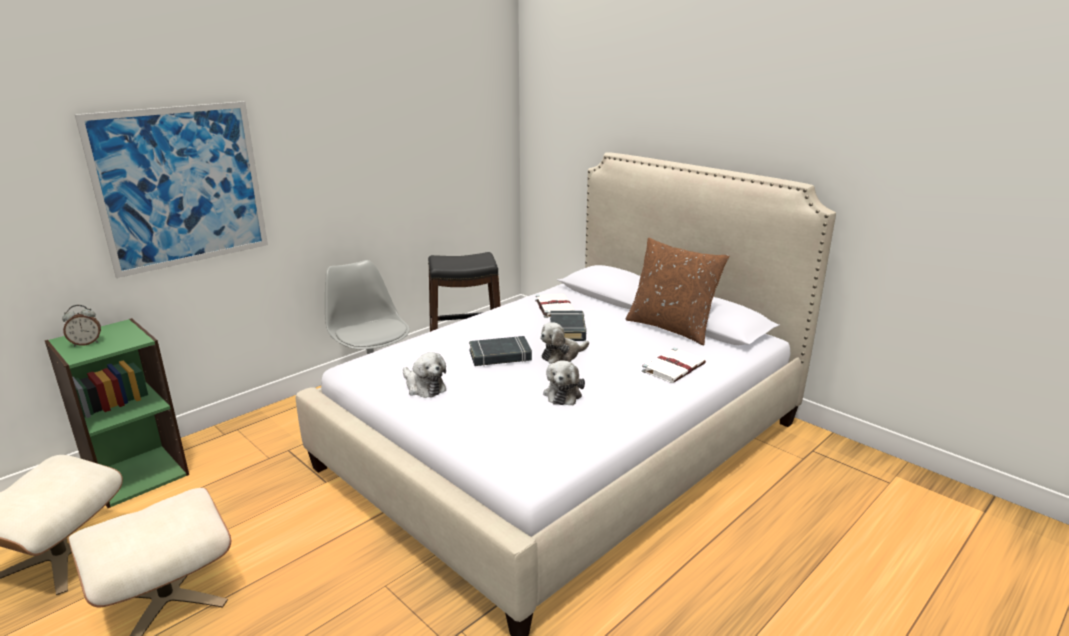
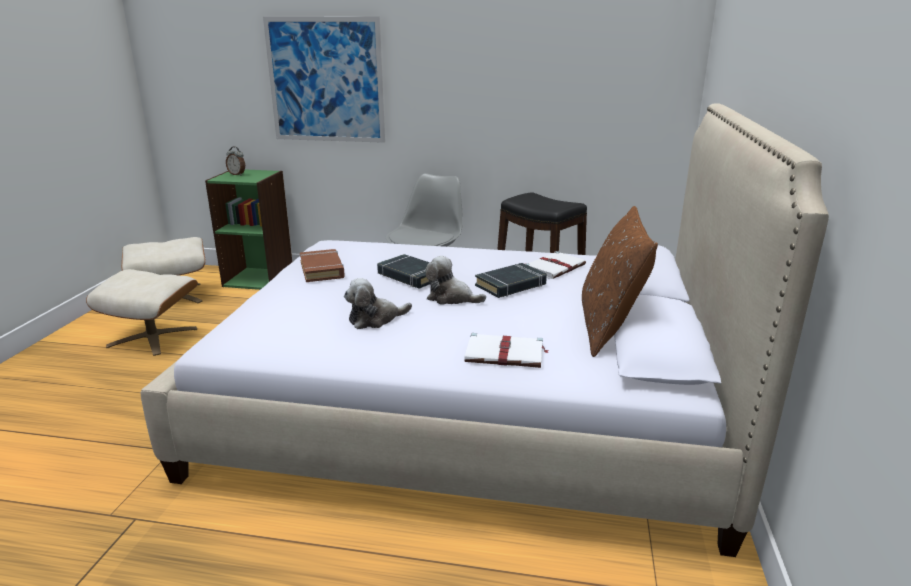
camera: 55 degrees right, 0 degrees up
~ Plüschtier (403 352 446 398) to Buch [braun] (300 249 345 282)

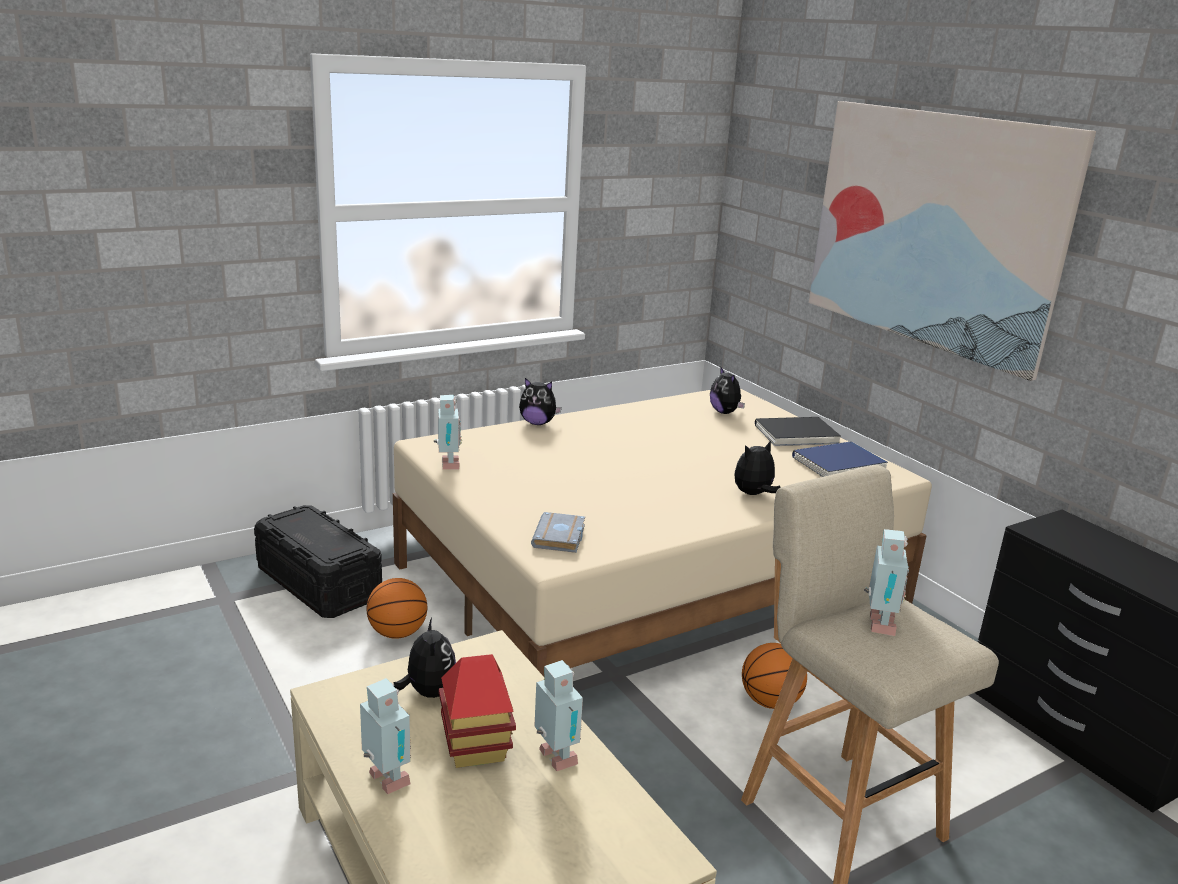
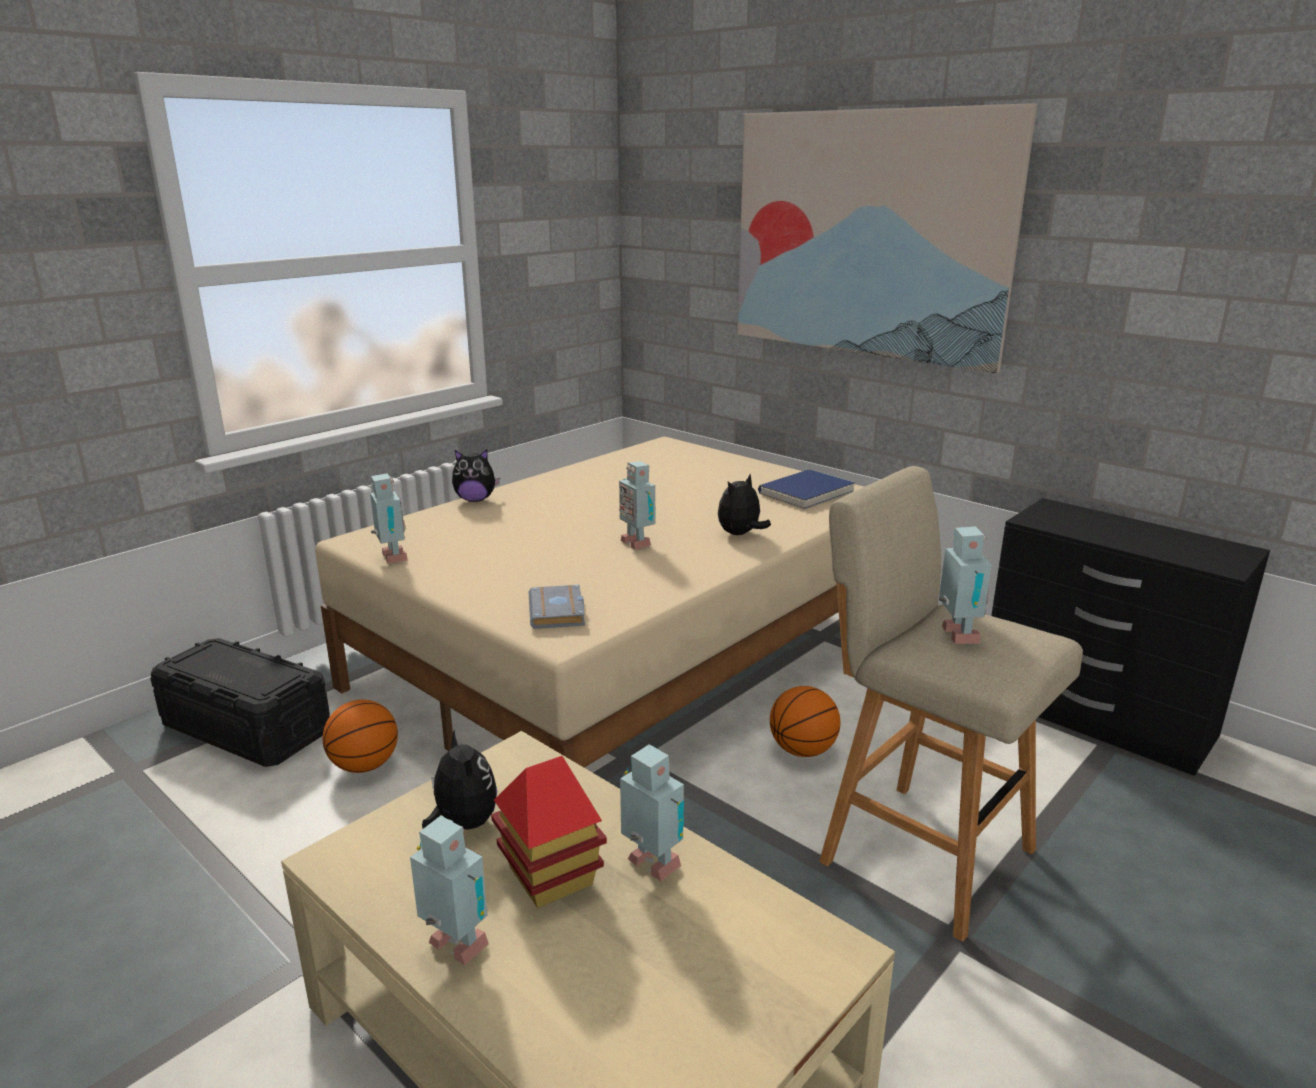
camera: 15 degrees left, 0 degrees up
- Plüschtier (710 366 745 414)
- Buch [schwarz] (755 417 841 446)
+ Spielzeugroboter (619 461 655 550)

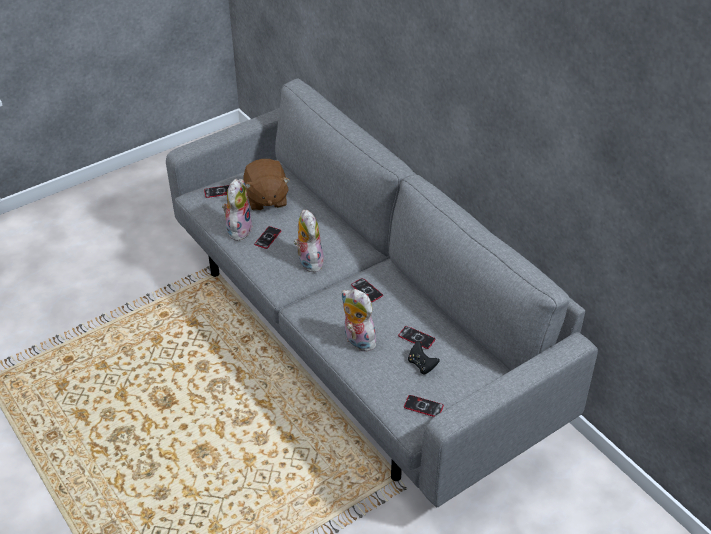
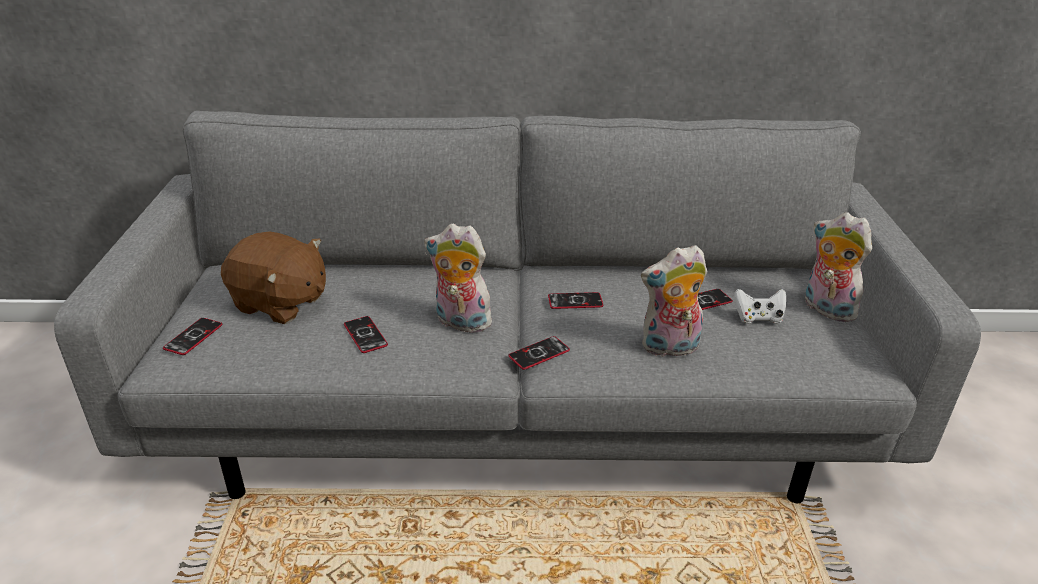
camera: 55 degrees left, 10 degrees down
~ Plüschtier (222 179 253 241) to (805 212 872 322)
~ Handy (404 395 444 417) to (508 336 570 370)
~ Gamepad [schwarz] (408 341 440 375) to Gamepad [weiß] (735 289 786 324)

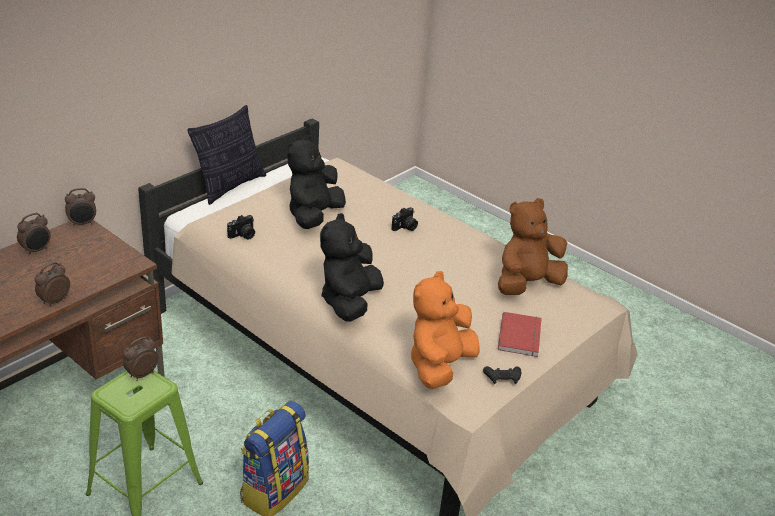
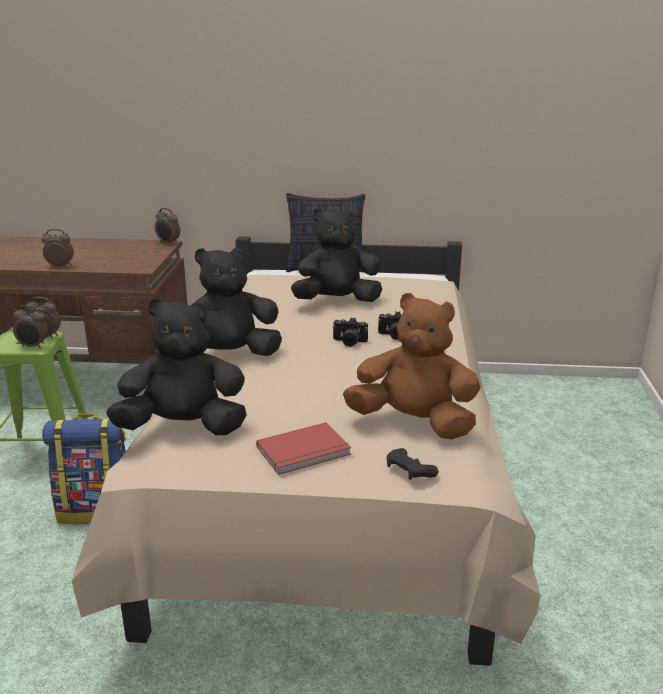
camera: 55 degrees right, 10 degrees down
~ Wecker (17 213 51 255) to (13 305 48 349)
~ Kamera (227 215 255 240) to (332 317 368 347)
~ Gamepad [schwarz] (483 366 521 384) to (386 448 438 480)
~ Plüschtier [orange] (411 271 480 389) to Plüschtier [schwarz] (106 298 247 435)

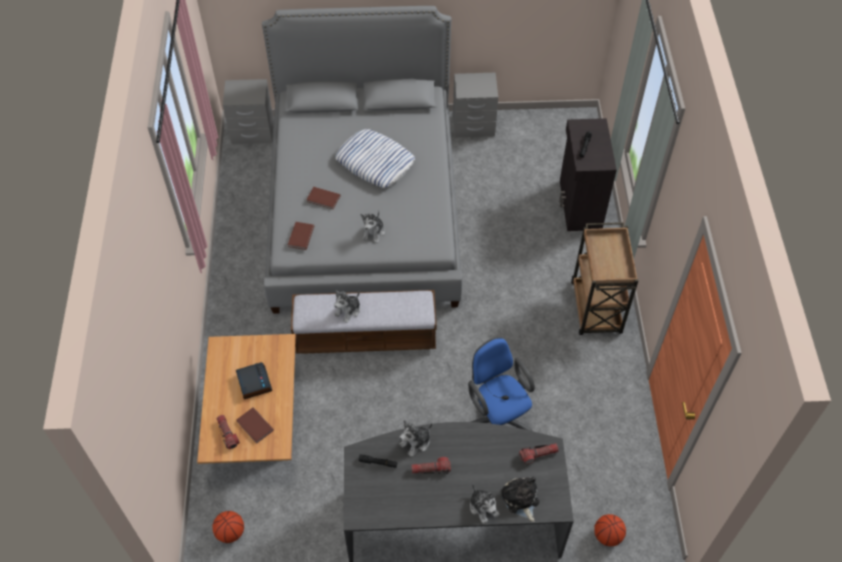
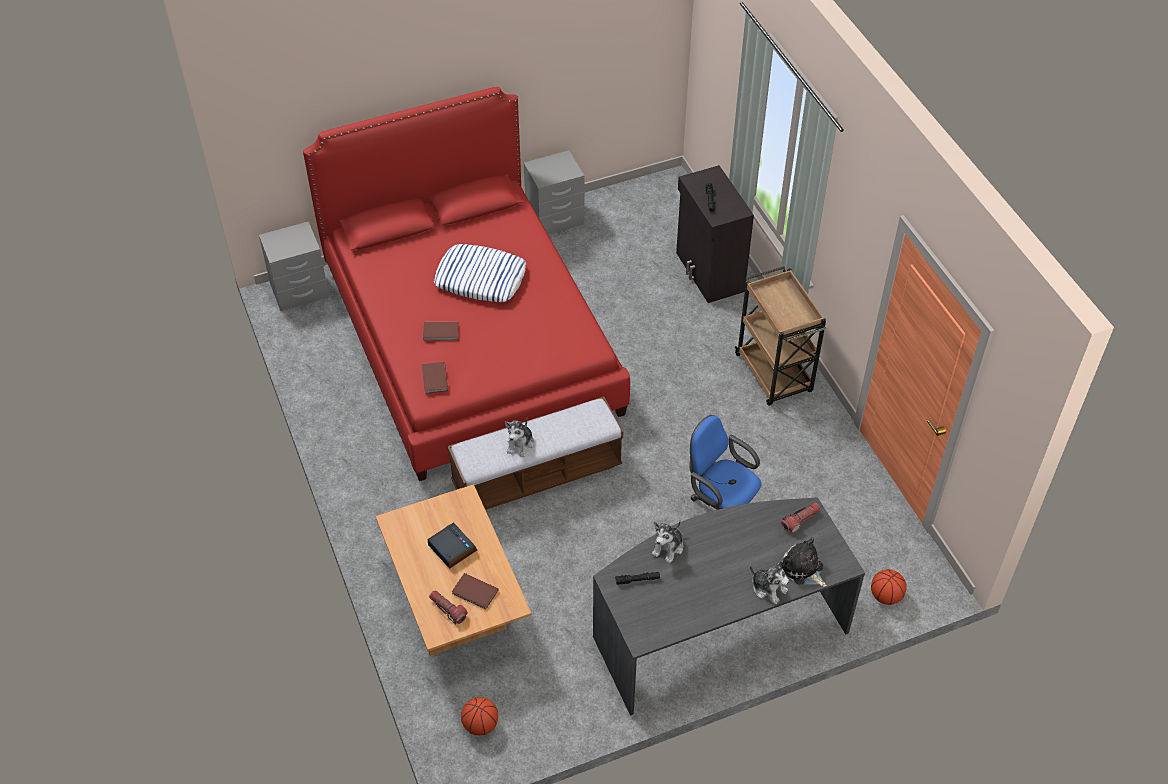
camera: 20 degrees left, 5 degrees down
- Plüschtier (361 211 385 243)
- Taschenlampe (411 457 451 474)
~ Bett [grau] (262 6 462 314) to Bett [rot] (303 87 630 481)

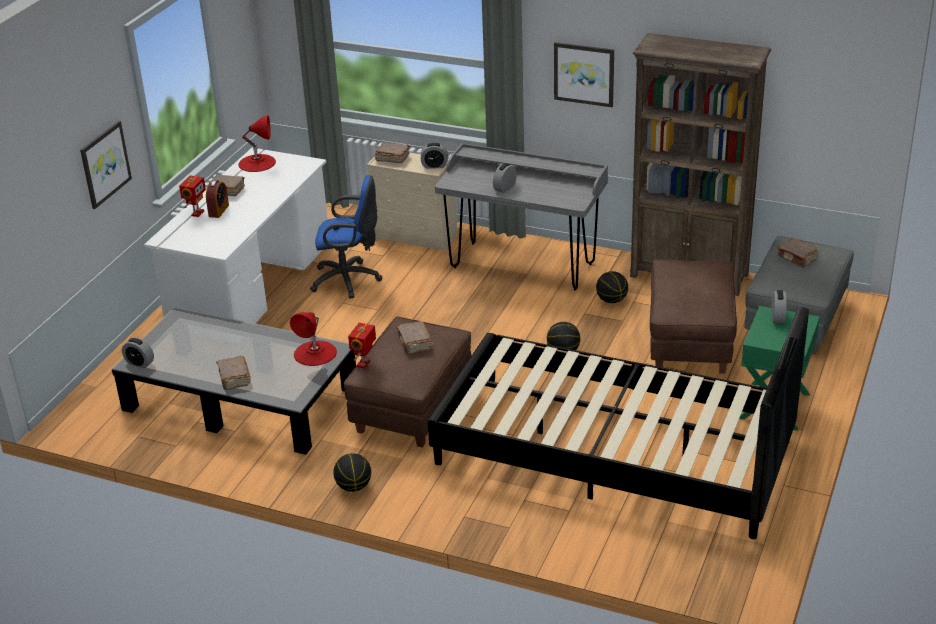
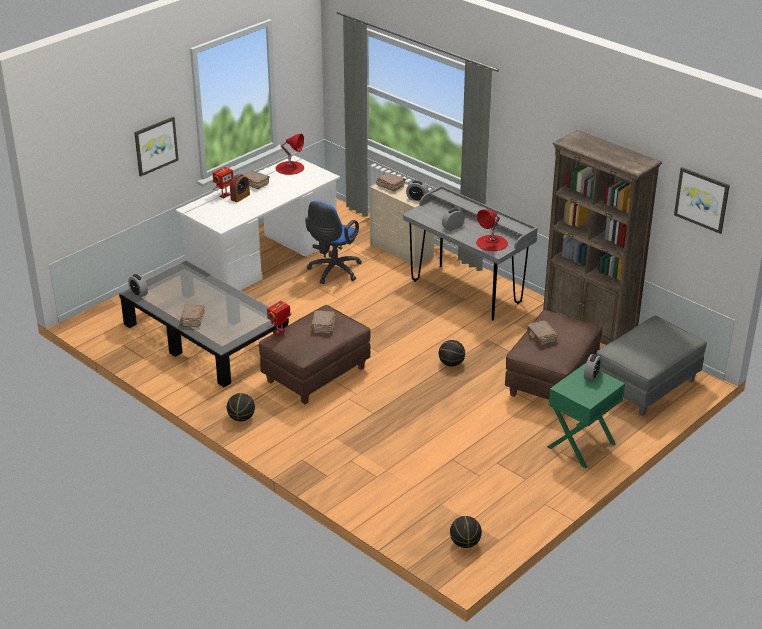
camera: 20 degrees right, 0 degrees up
- Bett [schwarz] (428 307 809 539)
~ Tischlampe [rot] (290 312 337 366) to (476 209 508 251)
~ Bild (554 42 614 107) to (674 167 730 234)
~ Basketball (596 271 628 303) to (450 516 482 548)
~ Buch [braun] (777 238 819 268) to (526 320 558 346)
~ Bürostuhl [blau] (310 175 382 298) = (305 201 362 284) 90 degrees clockwise

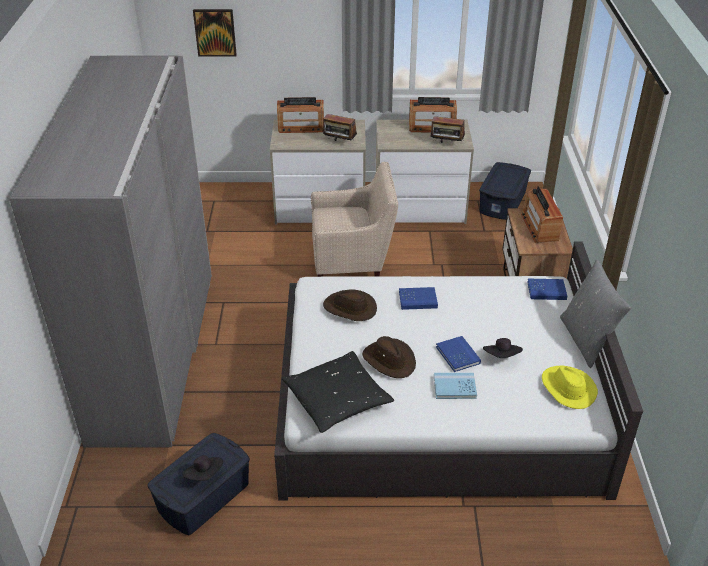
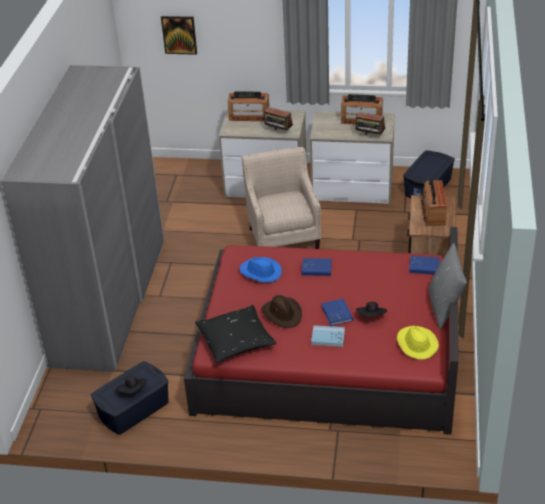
camera: 10 degrees right, 0 degrees up
~ Bett [weiß] (274 242 643 501) to Bett [rot] (184 227 458 435)
~ Hut [braun] (323 289 377 321) to Hut [blau] (239 257 282 283)
~ Sessel [beige] (311 162 398 277) = (242 147 321 249) 105 degrees counterclockwise

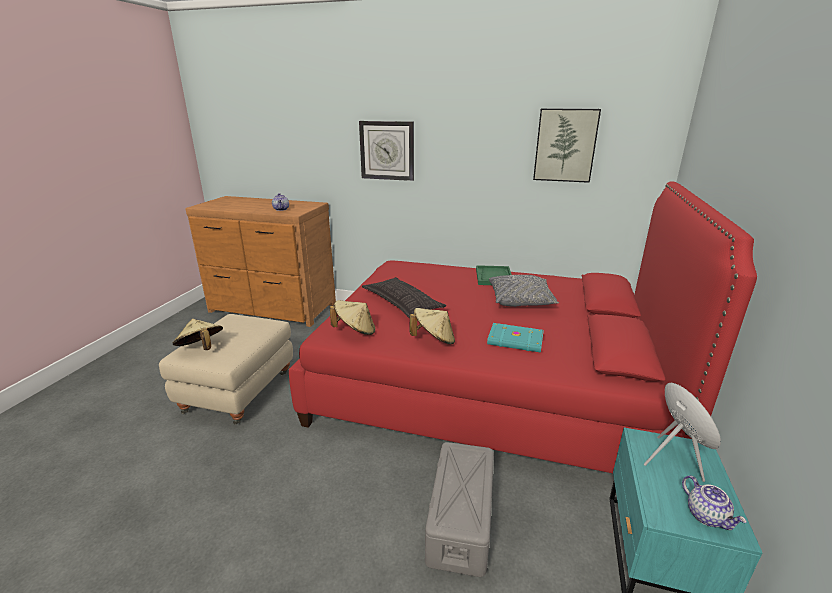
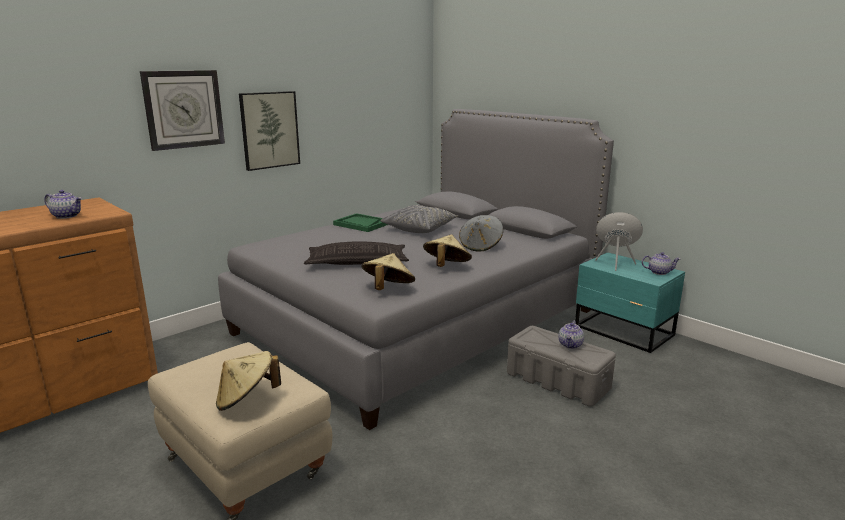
camera: 60 degrees left, 5 degrees down
+ Teekanne (558 321 584 349)
~ Bild (533 108 601 183) to (239 91 300 171)
~ Buch [türkis] (487 323 544 353) to Hut [grau] (459 215 503 252)
~ Bett [rot] (289 181 757 473) to Bett [grau] (218 109 614 430)

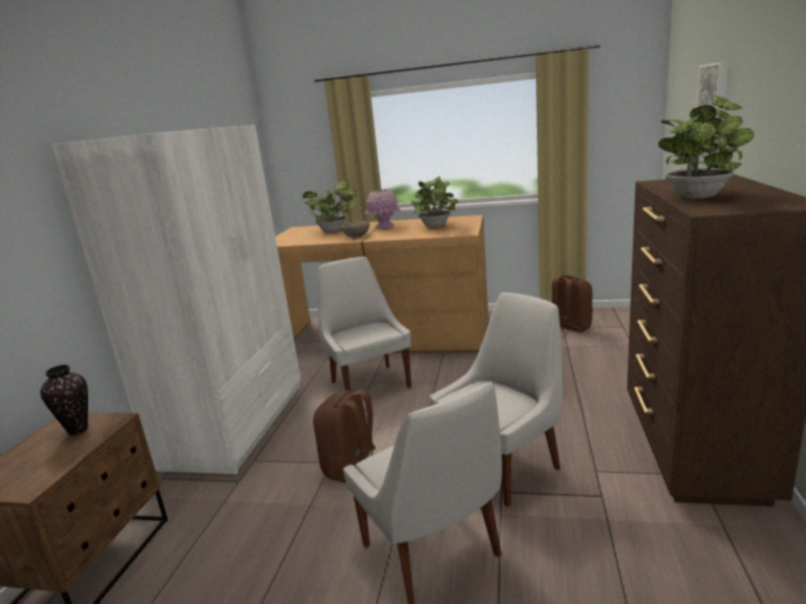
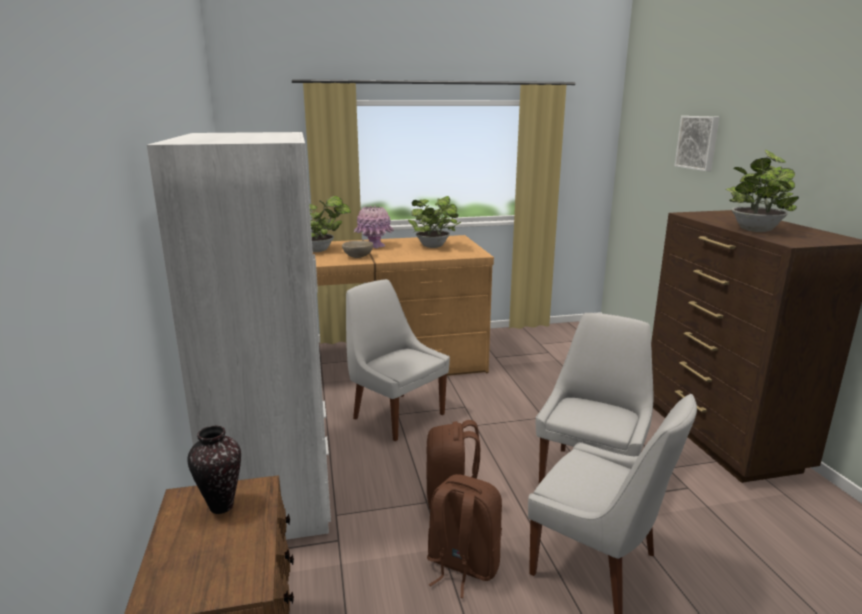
camera: 25 degrees left, 0 degrees up
~ Rucksack [braun] (552 275 593 335) to (427 474 502 598)

